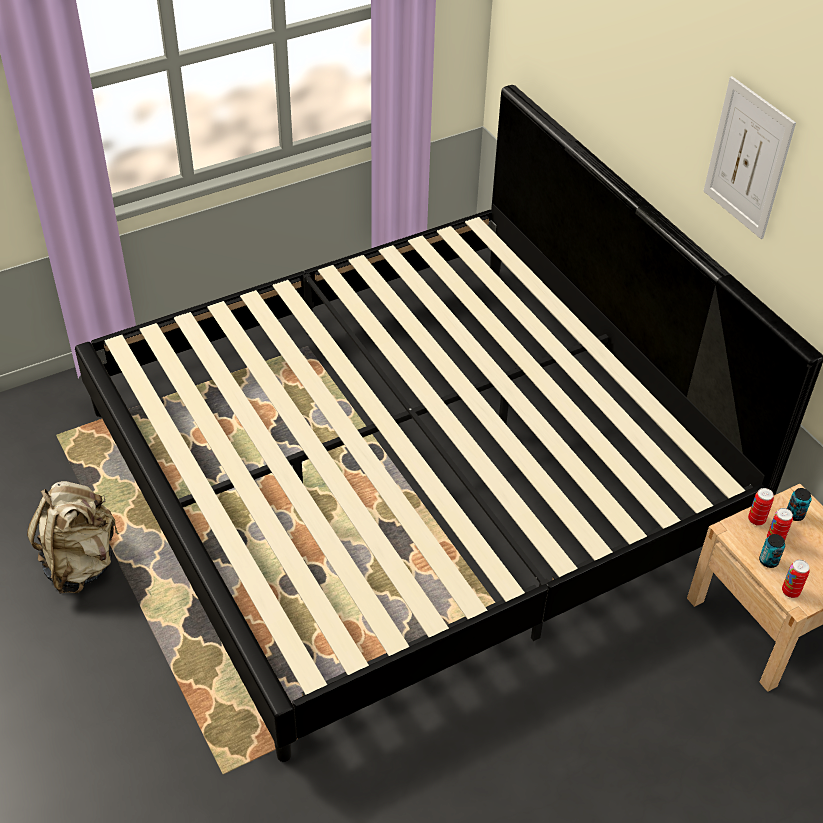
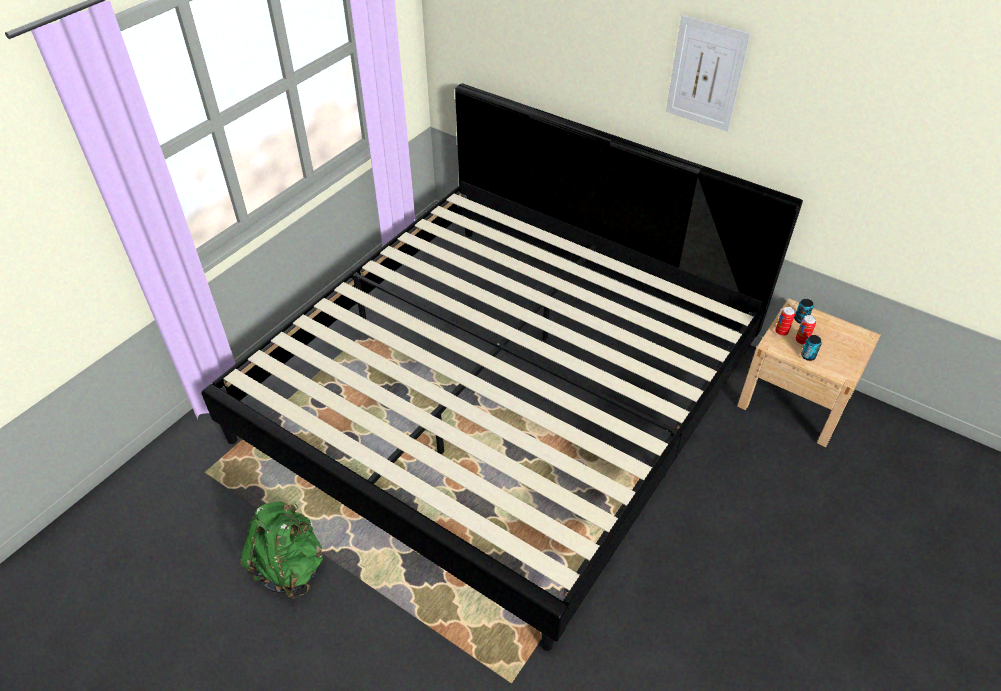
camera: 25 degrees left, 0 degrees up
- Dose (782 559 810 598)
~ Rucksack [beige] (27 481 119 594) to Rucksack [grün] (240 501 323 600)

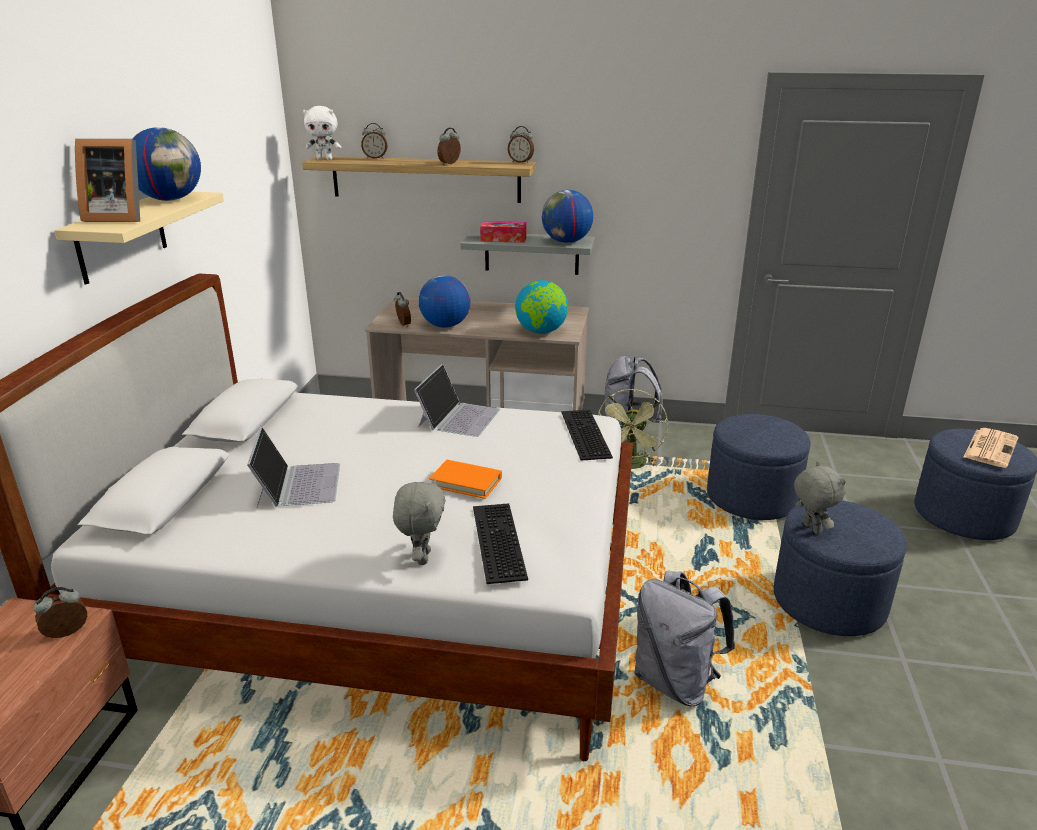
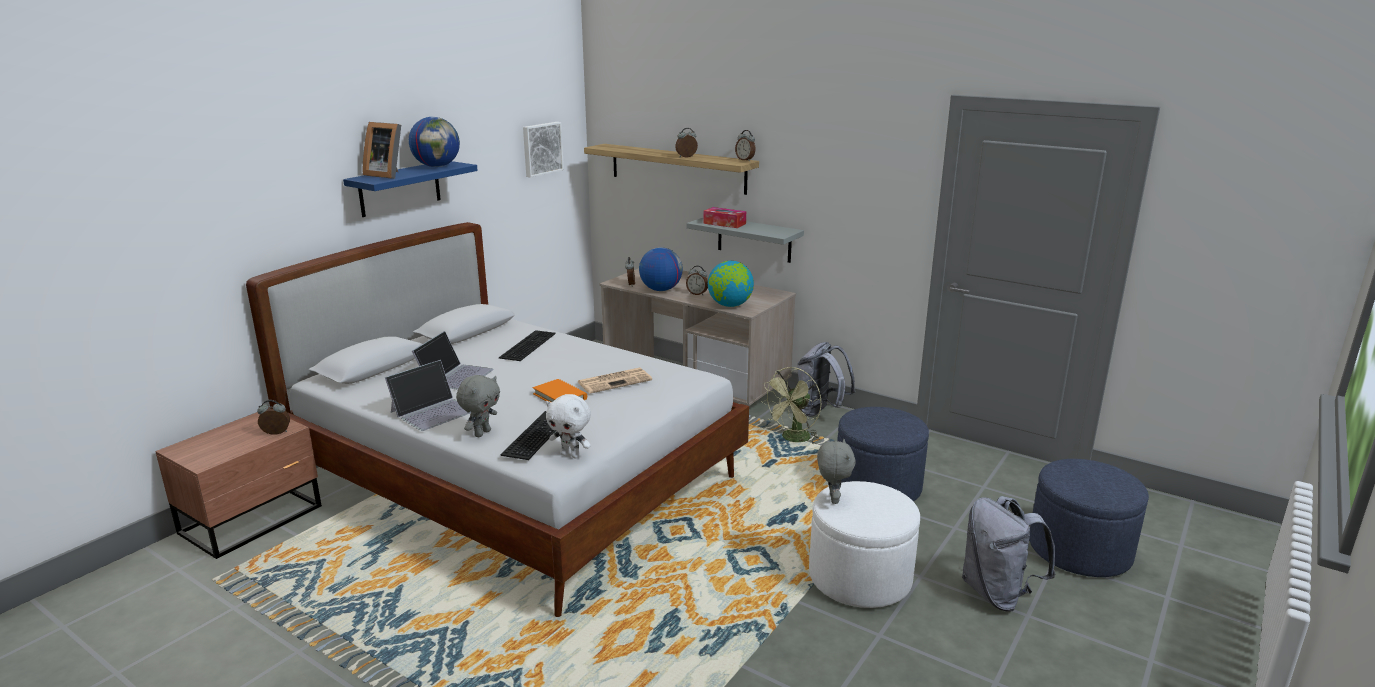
camera: 25 degrees right, 5 degrees down
- Globus (542 190 593 243)
+ Bild (523 122 564 178)
~ Plüschtier [weiß] (303 106 341 160) to (546 394 591 458)
~ Wecker (361 123 388 159) to (686 266 708 295)
~ Laptop (414 364 500 437) to (385 360 471 431)
~ Tastatur (561 410 613 461) to (499 330 556 361)
~ Rucksack [grau] (634 571 735 706) to (962 496 1055 612)
~ Zeitung (963 428 1018 468) to (578 368 652 393)
~ Wandregal [beige] (54 192 224 285) to Wandregal [blau] (343 161 478 217)
~ Polsterhocker [blau] (773 500 907 636) to Polsterhocker [weiß] (809 481 920 608)

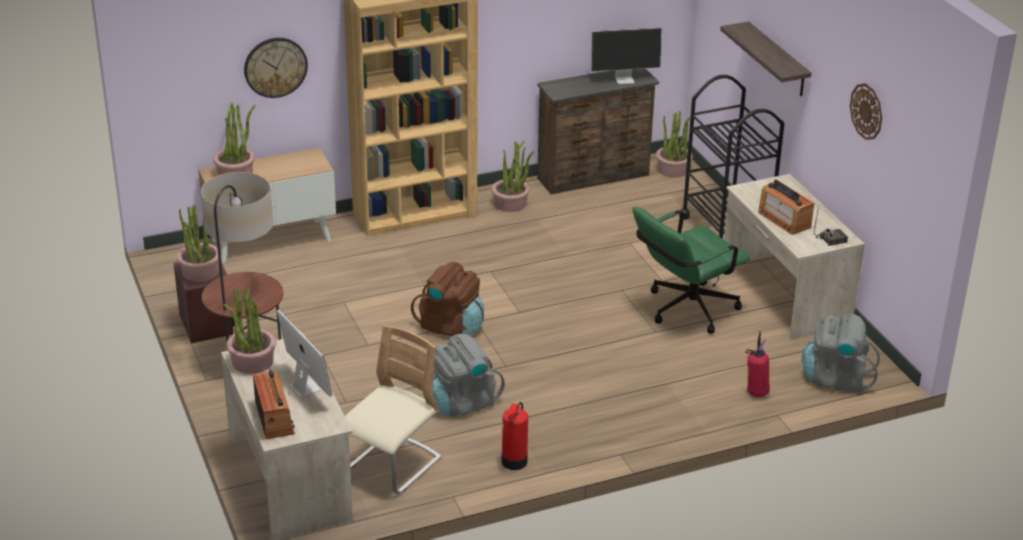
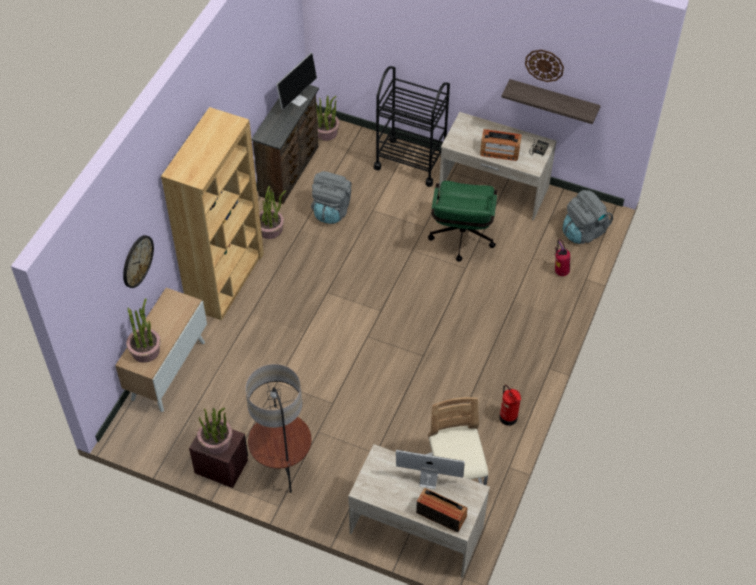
camera: 45 degrees left, 20 degrees up
- Topfpflanze (223 288 276 374)
- Rucksack [braun] (411 262 484 336)
~ Rucksack [grau] (433 334 505 417) to (311 171 351 224)
~ Wandregal (720 22 811 96) to (501 79 601 124)

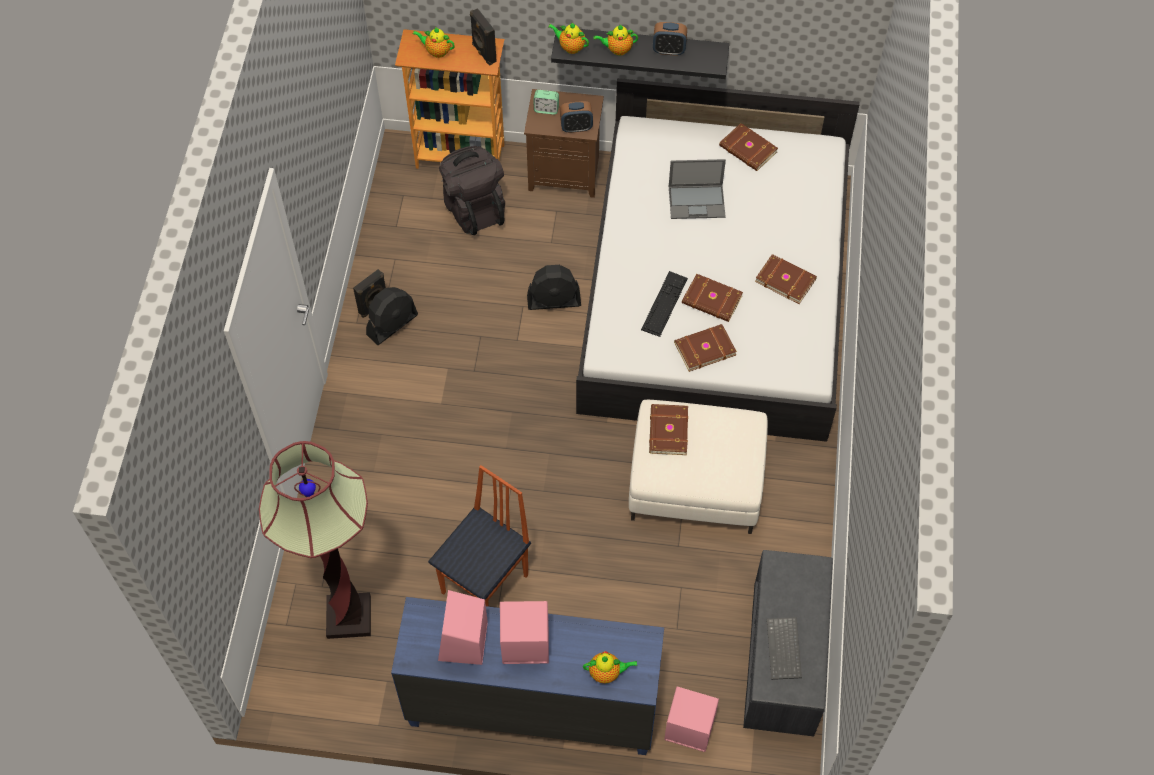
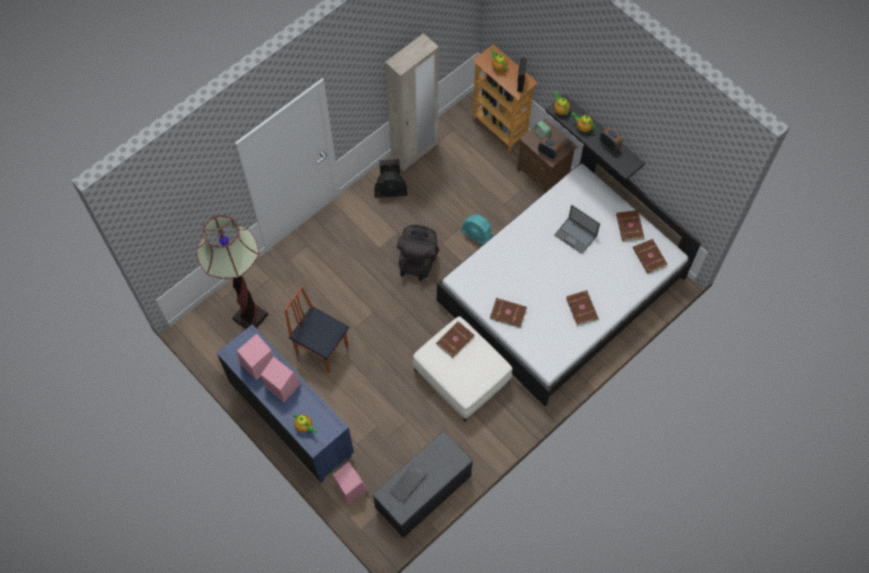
camera: 40 degrees right, 5 degrees up
- Tastatur (641 271 688 337)
+ Kleiderschrank [beige] (385 33 438 171)
~ Rucksack [schwarz] (439 146 505 235) to (397 225 439 281)
~ Buch [braun] (682 274 743 322) to (633 239 668 274)
~ Ventilator [schwarz] (527 265 581 310) to Ventilator [türkis] (461 215 493 245)
~ Stuhl (428 465 531 607) = (284 286 349 373) 135 degrees counterclockwise

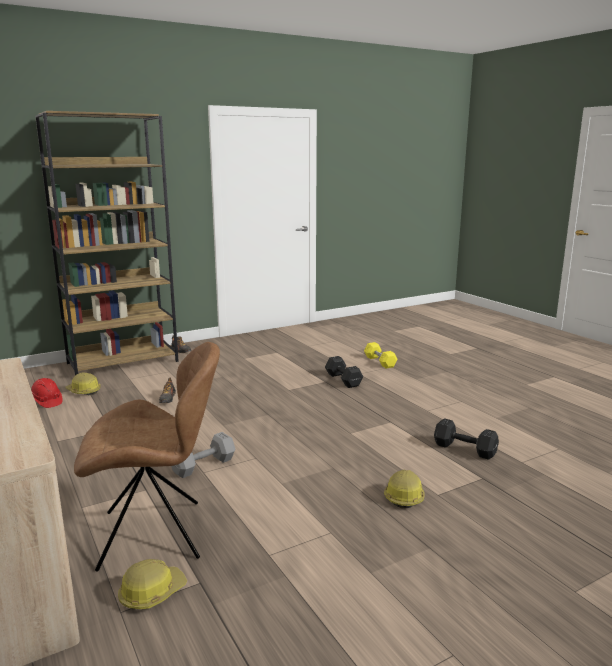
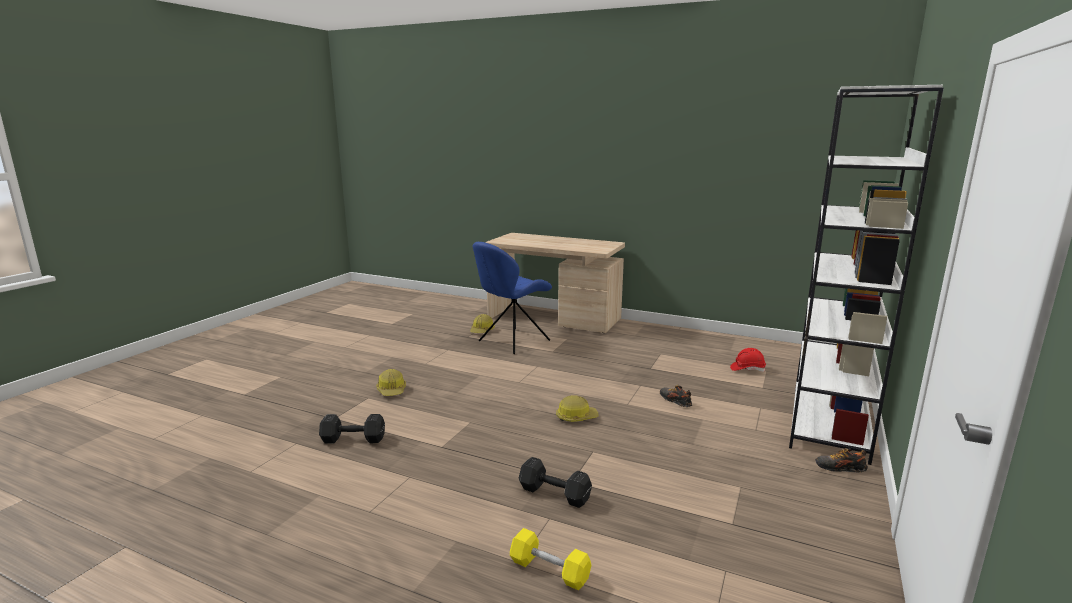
camera: 145 degrees right, 0 degrees up
- Hantel [grau] (171 432 235 478)
~ Schutzhelm (65 373 101 395) to (556 395 599 422)
~ Bücherregal [braun] (35 111 178 375) to Bücherregal [weiß] (789 85 944 465)
~ Stuhl [braun] (74 342 220 571) to Stuhl [blau] (473 242 552 354)

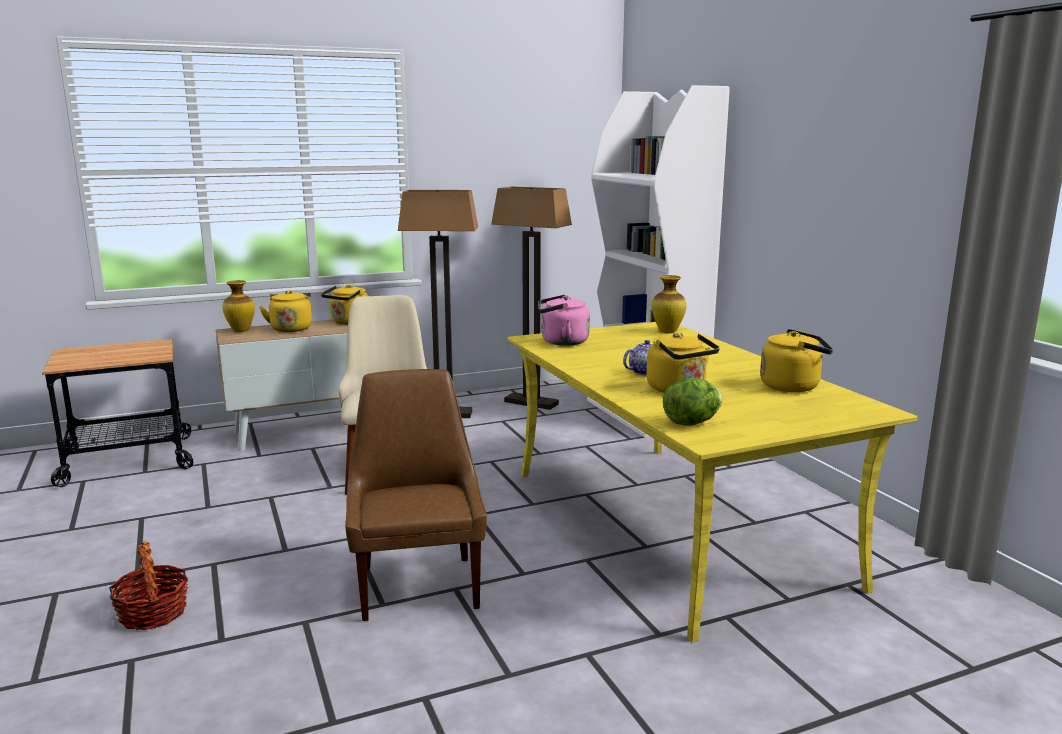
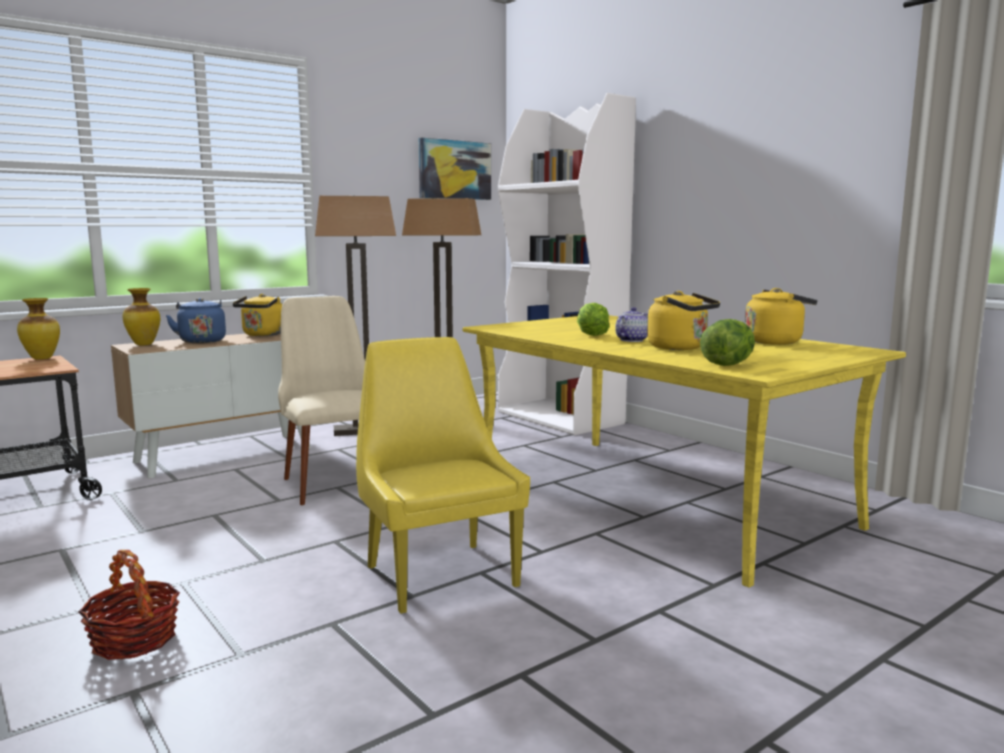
camera: 15 degrees left, 5 degrees down
- Wasserkessel [rosa] (538 295 590 346)
+ Bild (419 138 491 200)
+ Salatkopf (577 303 610 336)
~ Vase (652 275 687 333) to (17 298 60 360)
~ Wasserkessel [gelb] (259 290 312 332) to Wasserkessel [blau] (166 298 226 343)
~ Stuhl [braun] (345 369 487 621) to Stuhl [gelb] (356 337 530 614)

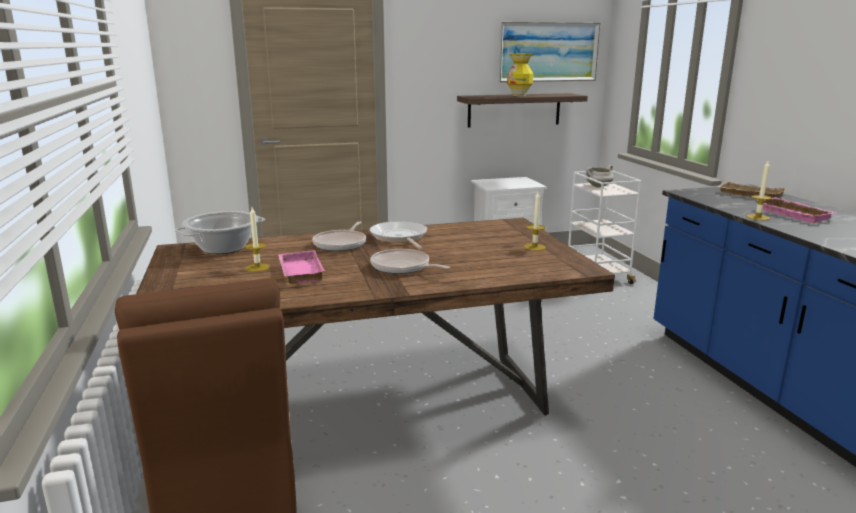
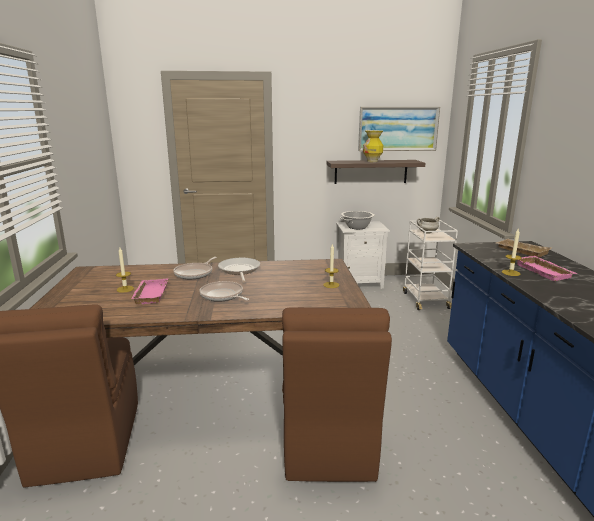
camera: 10 degrees right, 0 degrees up
+ Stuhl [braun] (282 307 392 482)
~ Kochtopf (175 211 265 254) to (339 211 376 229)

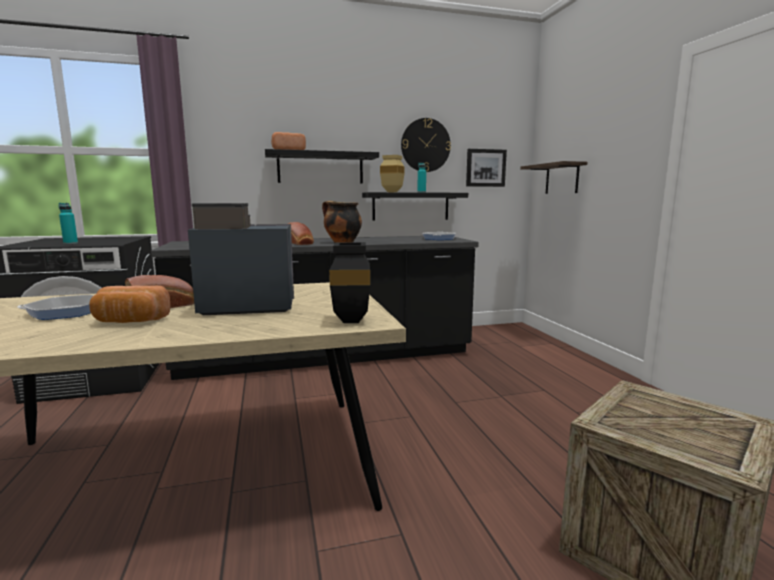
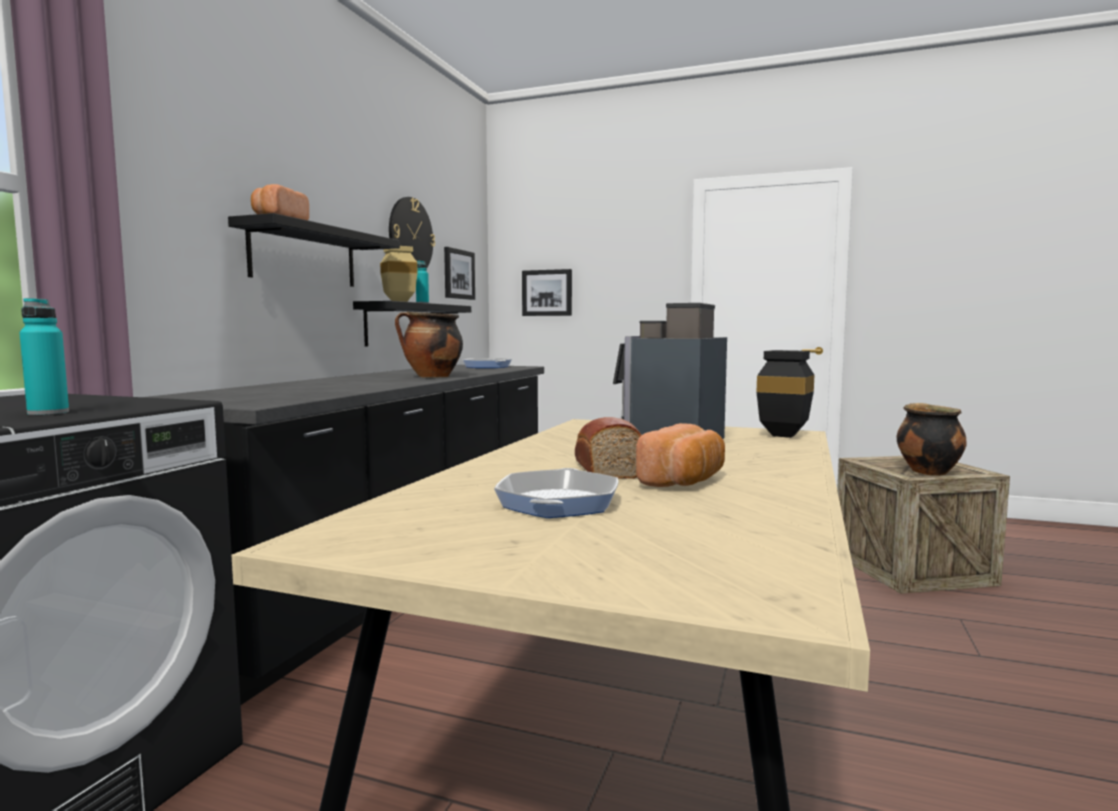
camera: 55 degrees left, 5 degrees down
- Brot (288 222 314 245)
+ Kochtopf (896 403 967 476)
~ Wandregal (520 161 588 194) to Bild (522 269 572 316)

